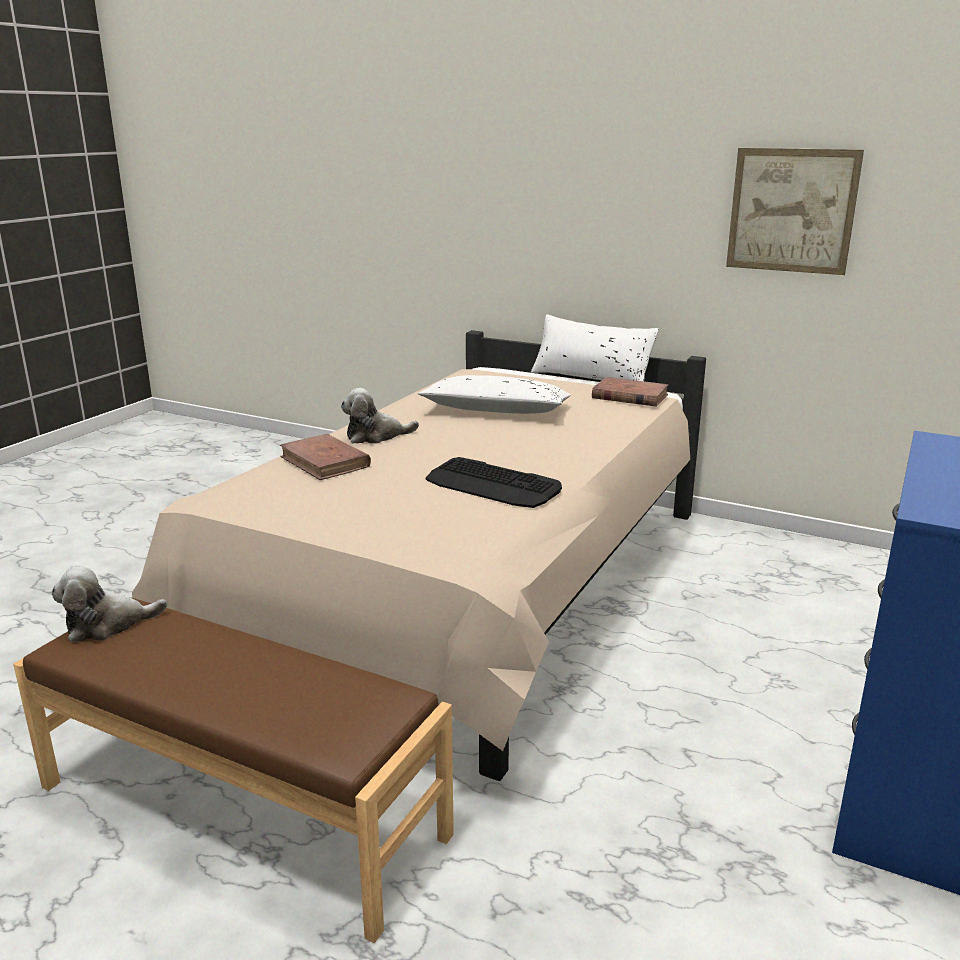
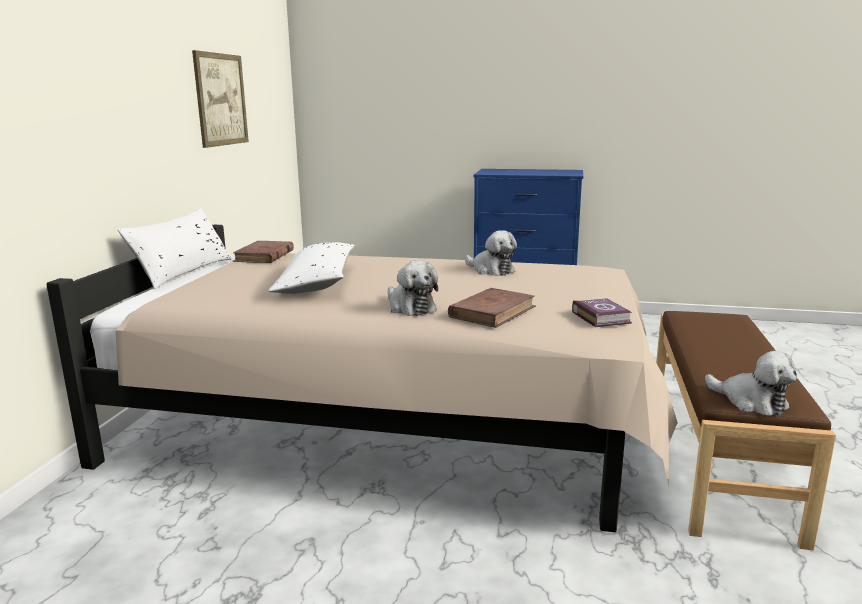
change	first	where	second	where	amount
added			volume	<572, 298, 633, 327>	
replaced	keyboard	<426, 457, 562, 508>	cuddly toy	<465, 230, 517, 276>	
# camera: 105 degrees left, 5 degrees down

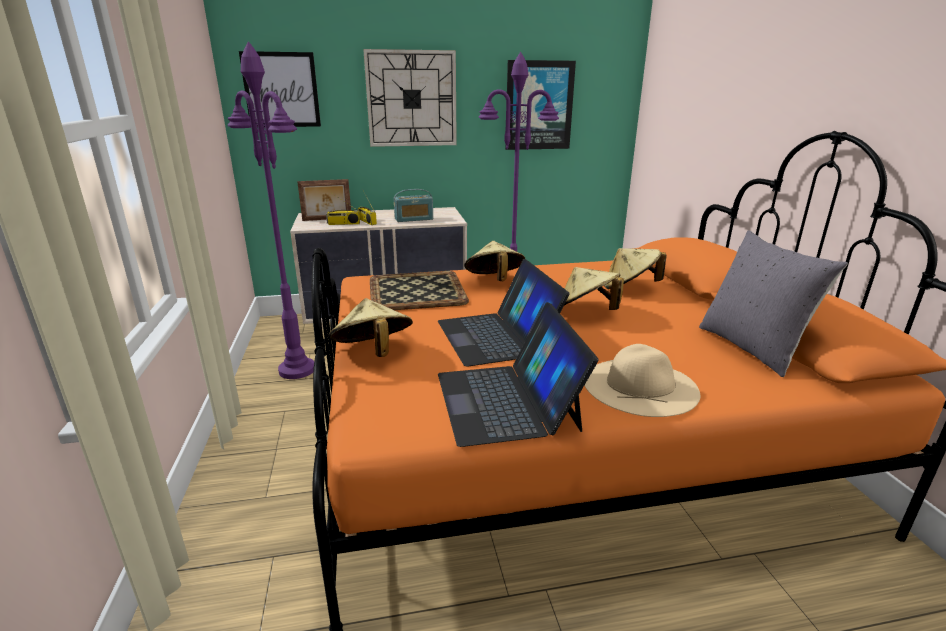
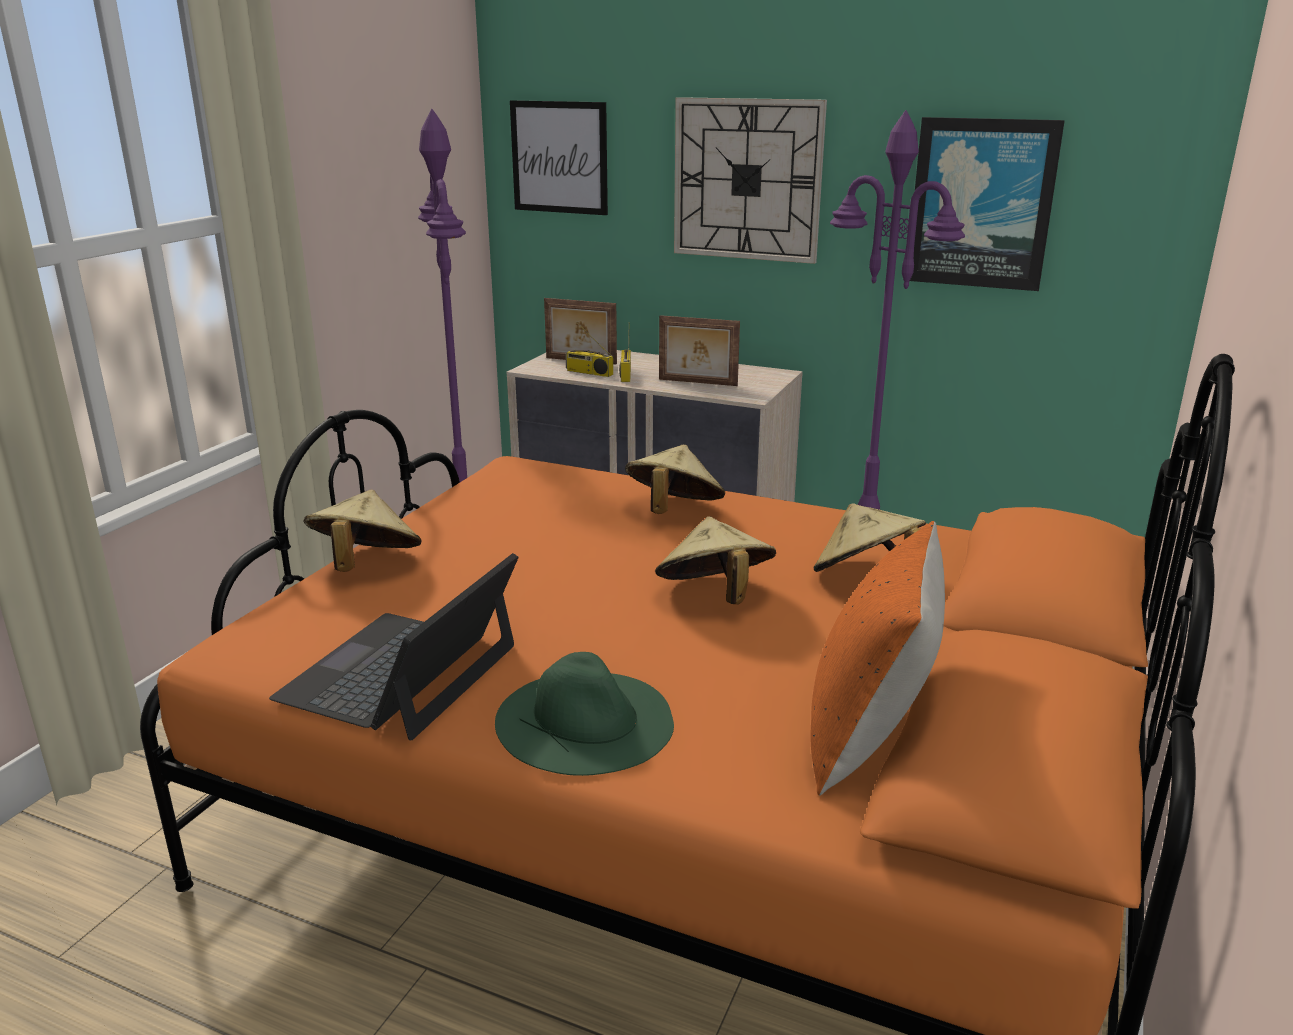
change	first	where	second	where	amount
removed	tray	<370, 271, 469, 310>			
removed	portable computer	<438, 259, 570, 367>			
replaced	radio receiver	<394, 189, 433, 222>	photo frame	<659, 315, 740, 386>	
recoloured	clothing hat (beige)	<585, 344, 700, 417>	clothing hat (green)	<495, 652, 674, 776>	
recoloured	pillow (greyish)	<699, 230, 848, 377>	pillow (orange)	<811, 521, 945, 796>	
# camera: 35 degrees right, 0 degrees up

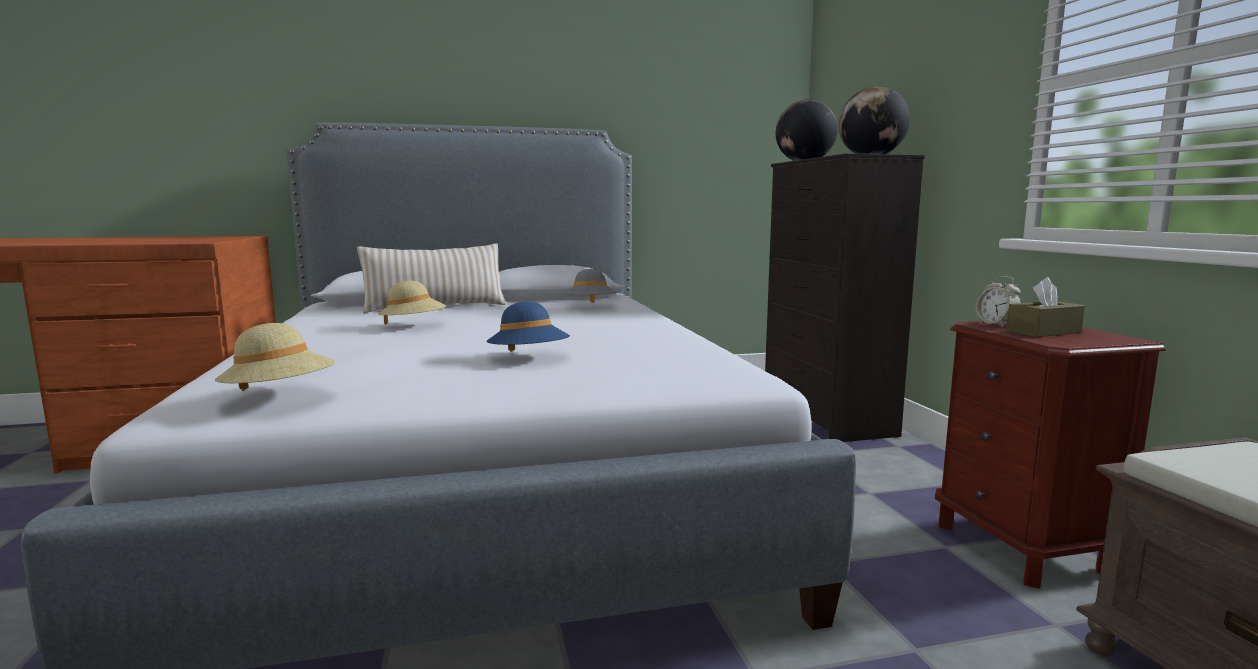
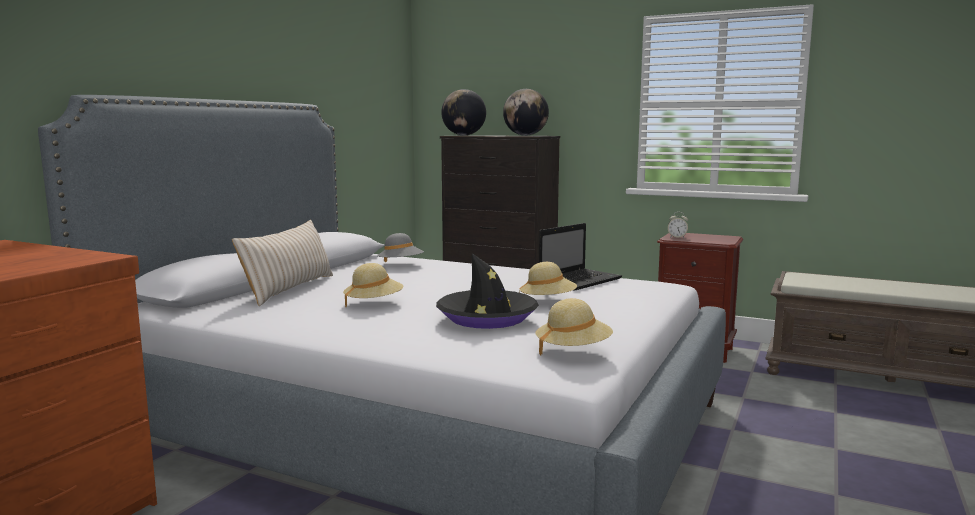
change	first	where	second	where	amount
removed	tissue box (brown-coloured)	<1006, 277, 1085, 337>			
added			clothing hat (black-coloured)	<436, 253, 539, 329>	
added			portable computer	<539, 223, 622, 291>	
recoloured	clothing hat (blue-coloured)	<487, 302, 570, 352>	clothing hat (beige)	<519, 262, 577, 295>	
# camera: 50 degrees left, 0 degrees up

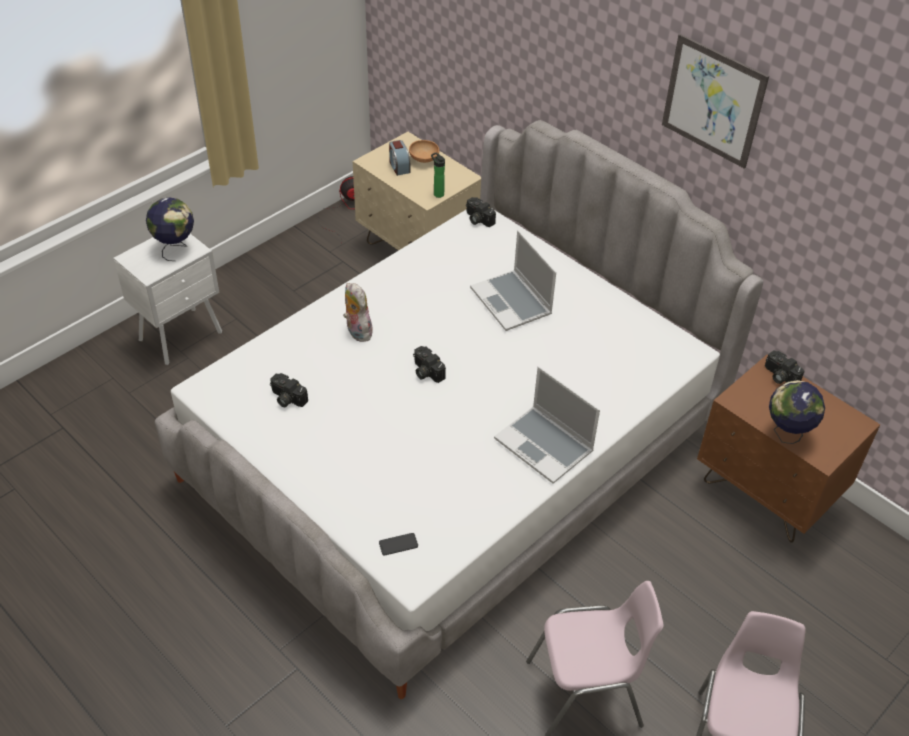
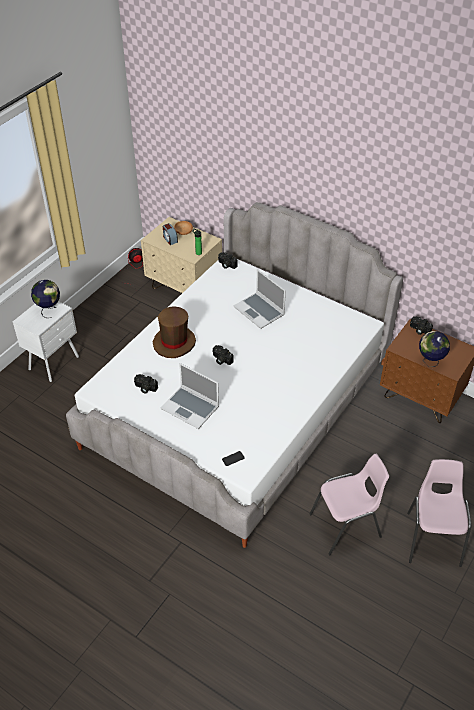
change	first	where	second	where	amount
removed	picture	<662, 34, 769, 168>			
moved	portable computer	<494, 366, 600, 484>		<161, 363, 219, 429>	
replaced	cuddly toy	<343, 283, 373, 342>	clothing hat (brown-coloured)	<153, 306, 196, 358>	
# camera: 10 degrees left, 0 degrees up

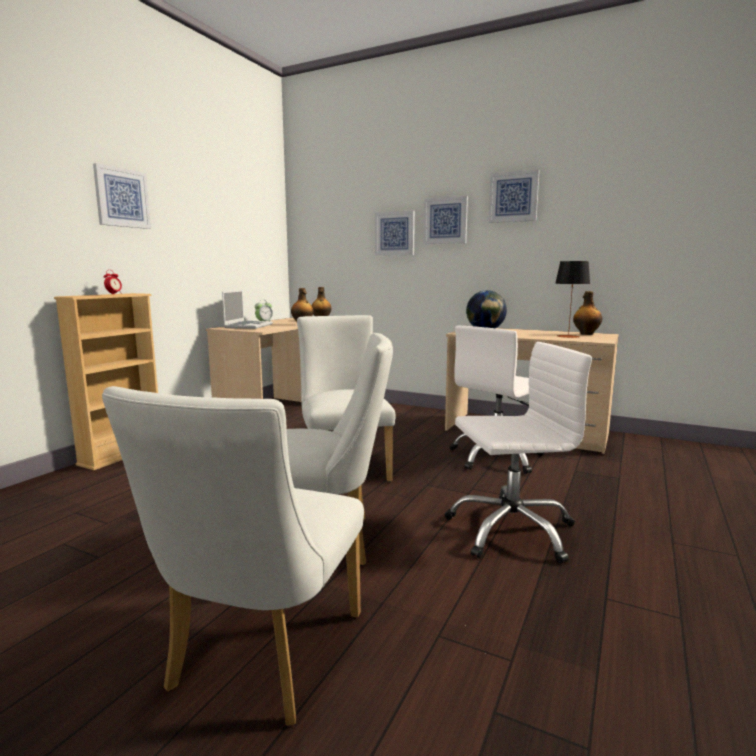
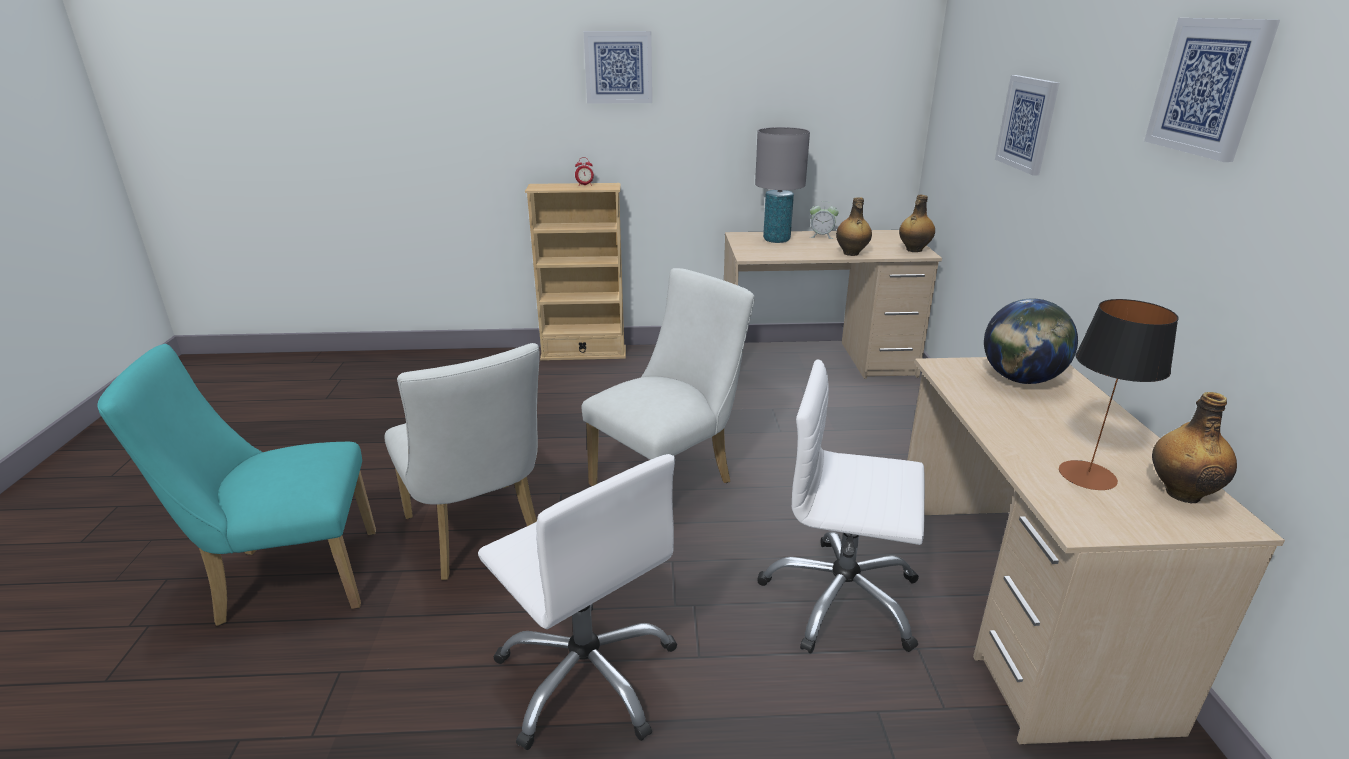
change	first	where	second	where	amount
removed	picture	<424, 196, 468, 244>			
replaced	portable computer	<222, 290, 273, 329>	table lamp (greyish)	<755, 127, 810, 243>	
recoloured	upright chair (whitish)	<102, 386, 364, 726>	upright chair (turquoise)	<97, 344, 376, 626>	
# camera: 60 degrees right, 15 degrees up

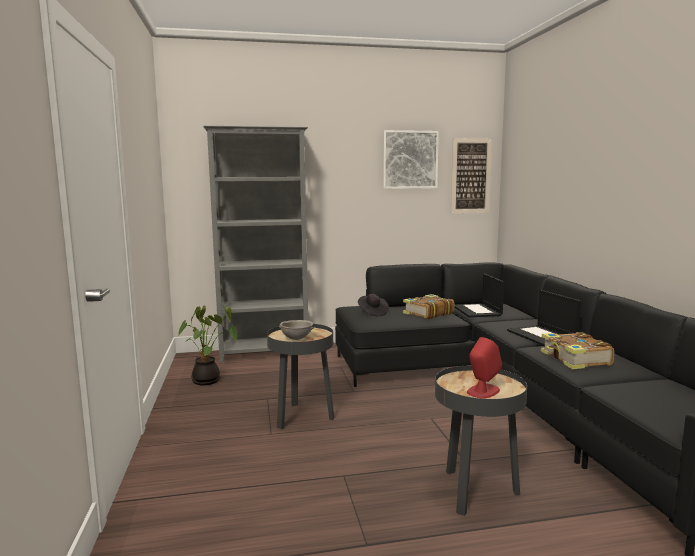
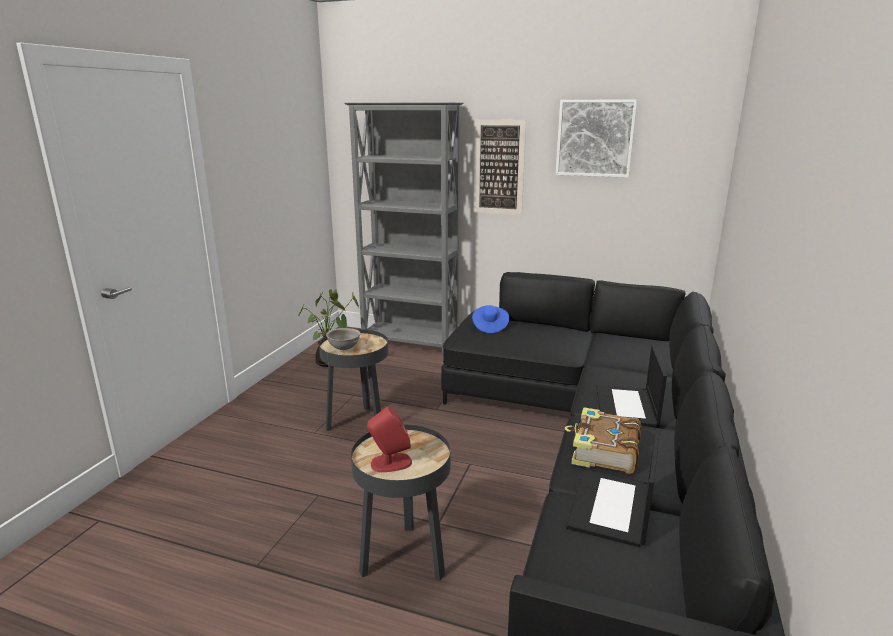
change	first	where	second	where	amount
removed	volume	<403, 294, 454, 319>			
moved	picture	<451, 138, 492, 214>		<474, 119, 526, 215>	
moved	portable computer	<454, 274, 504, 317>		<566, 428, 660, 547>	
recoloured	clothing hat (black-coloured)	<358, 294, 389, 316>	clothing hat (blue-coloured)	<472, 305, 509, 333>	
# camera: 30 degrees right, 10 degrees up

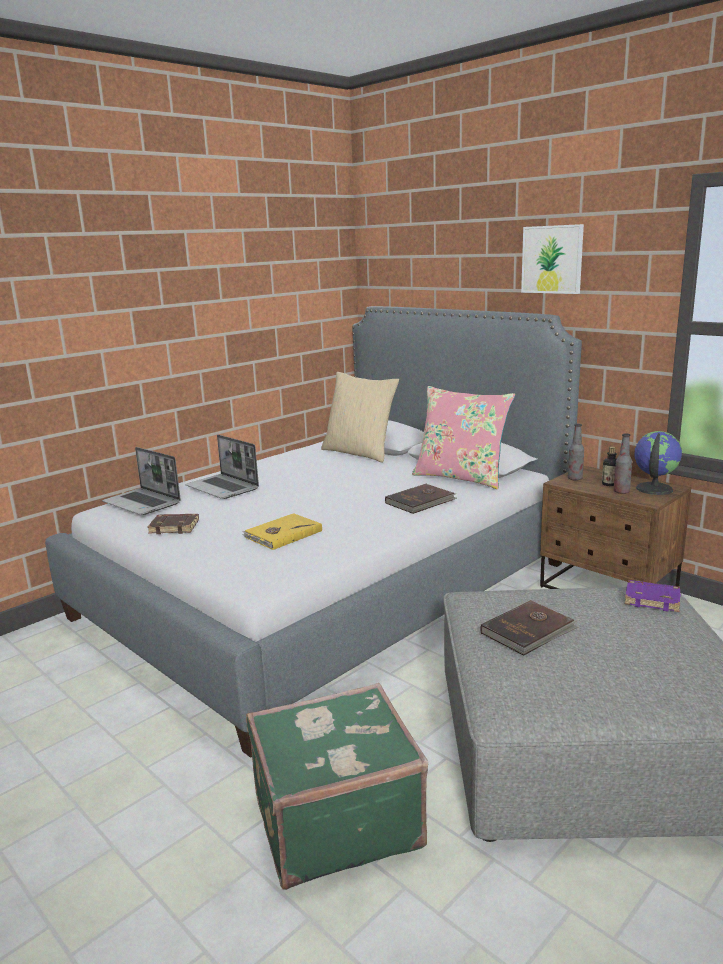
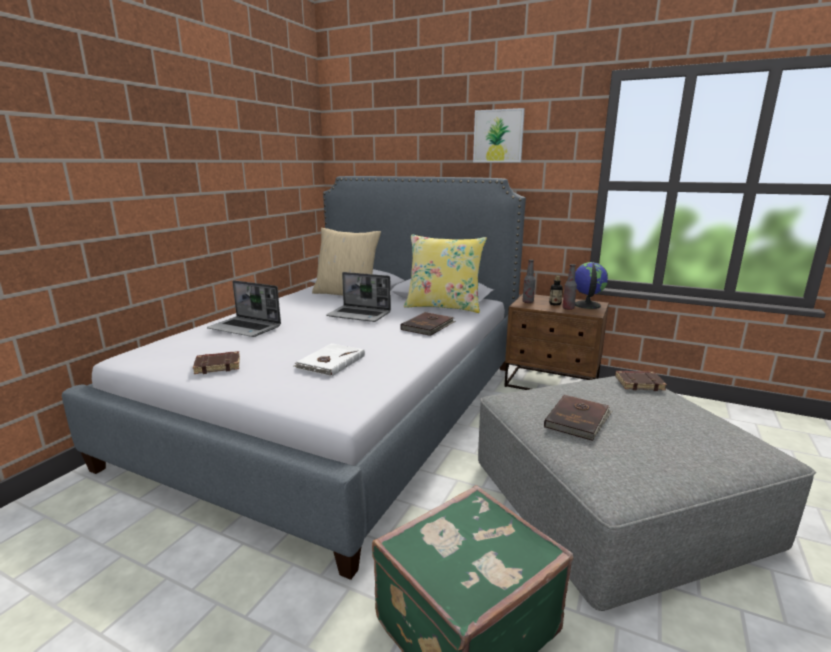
change	first	where	second	where	amount
moved	portable computer	<102, 447, 181, 515>		<326, 272, 391, 322>	
recoloured	volume (yellowish)	<242, 513, 322, 550>	volume (whitish)	<294, 343, 365, 377>	
recoloured	pillow (pink)	<412, 386, 515, 489>	pillow (yellowish)	<404, 234, 487, 313>	
recoloured	volume (purplish)	<625, 580, 681, 612>	volume (brown-coloured)	<615, 371, 667, 391>	
# camera: 20 degrees left, 0 degrees up

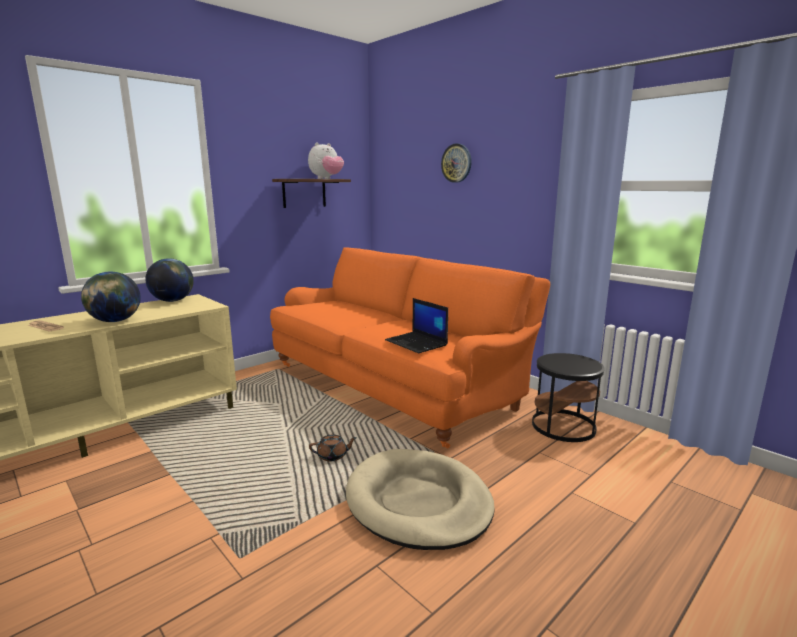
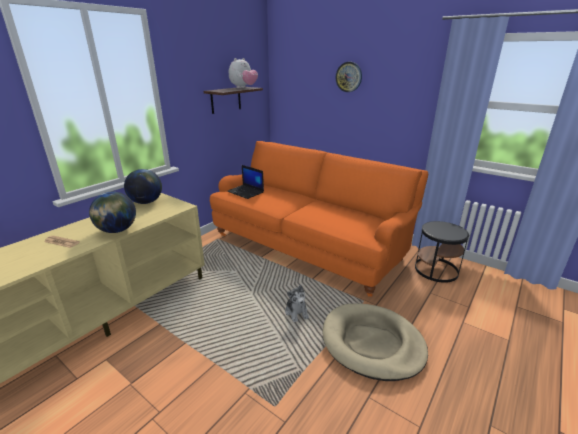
change	first	where	second	where	amount
moved	portable computer	<385, 298, 448, 353>		<227, 165, 264, 199>	
replaced	tea pot (brown-coloured)	<309, 435, 357, 461>	cuddly toy	<285, 285, 309, 322>	
# camera: 10 degrees left, 10 degrees up

